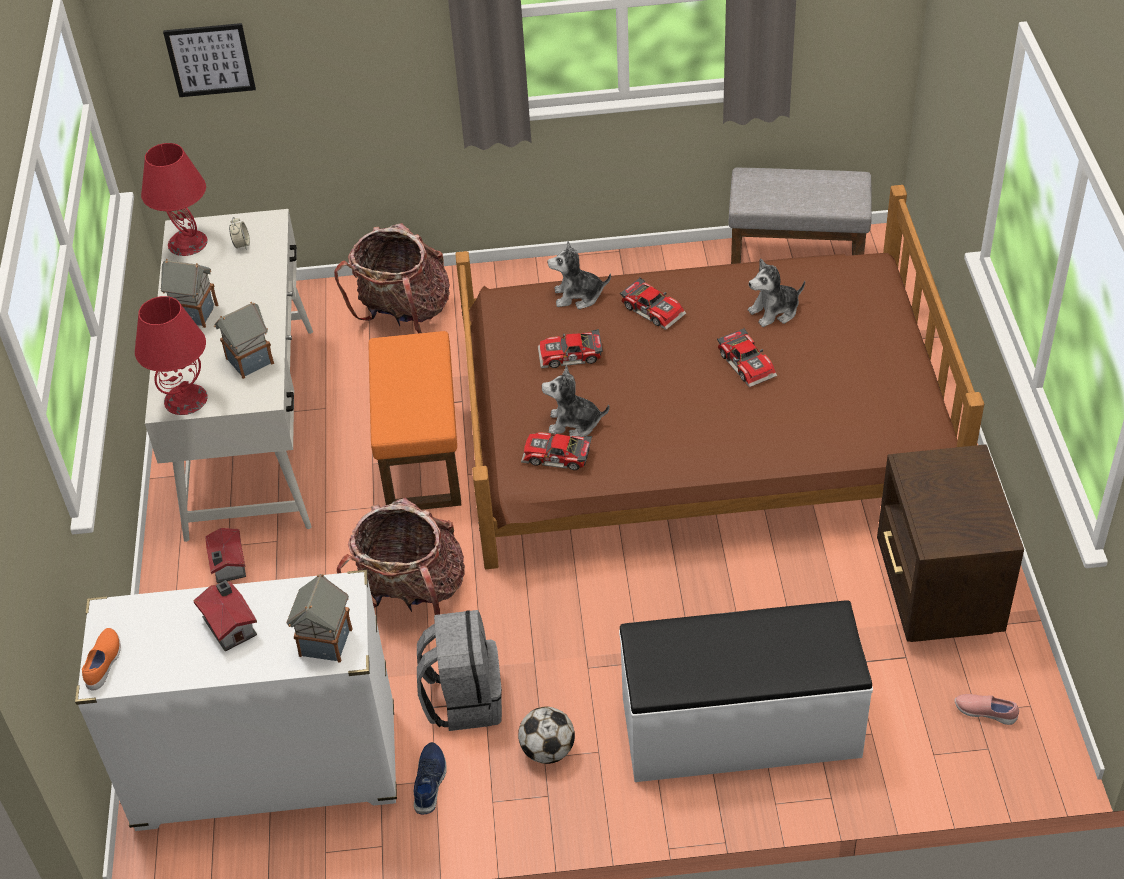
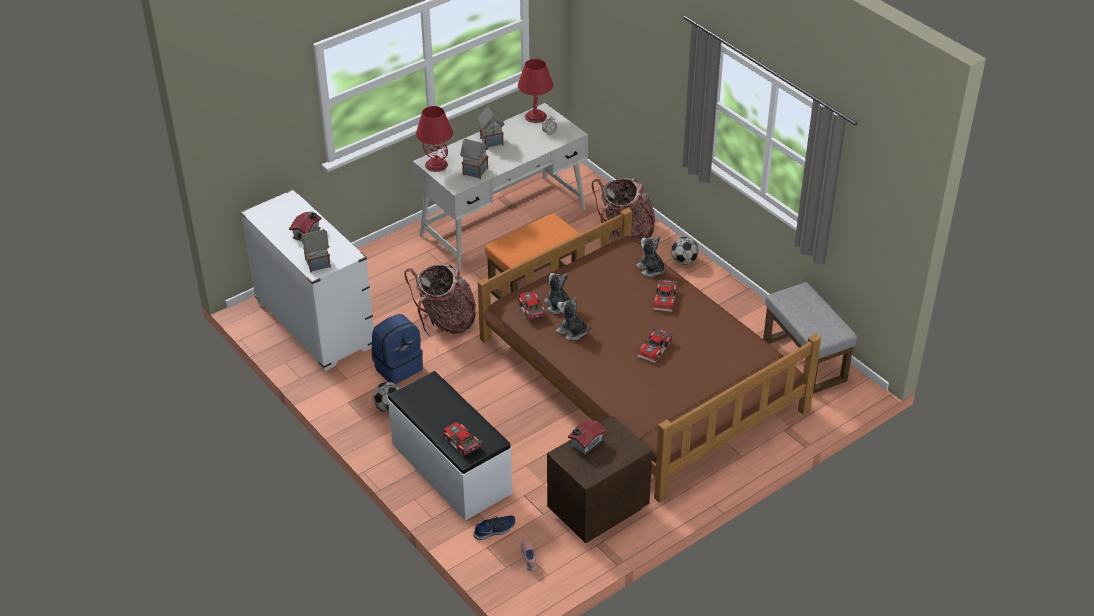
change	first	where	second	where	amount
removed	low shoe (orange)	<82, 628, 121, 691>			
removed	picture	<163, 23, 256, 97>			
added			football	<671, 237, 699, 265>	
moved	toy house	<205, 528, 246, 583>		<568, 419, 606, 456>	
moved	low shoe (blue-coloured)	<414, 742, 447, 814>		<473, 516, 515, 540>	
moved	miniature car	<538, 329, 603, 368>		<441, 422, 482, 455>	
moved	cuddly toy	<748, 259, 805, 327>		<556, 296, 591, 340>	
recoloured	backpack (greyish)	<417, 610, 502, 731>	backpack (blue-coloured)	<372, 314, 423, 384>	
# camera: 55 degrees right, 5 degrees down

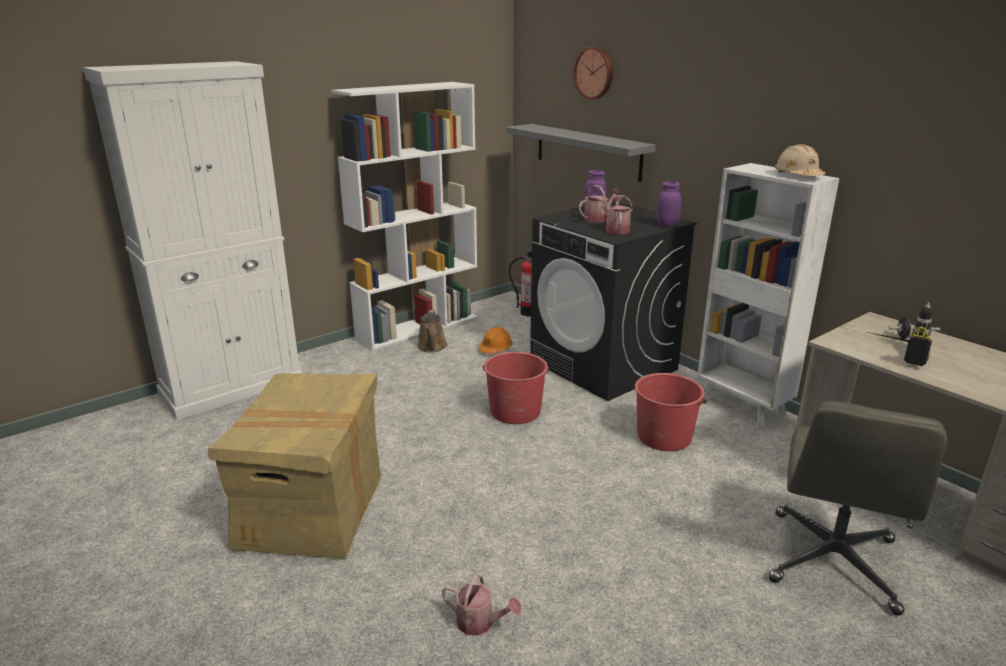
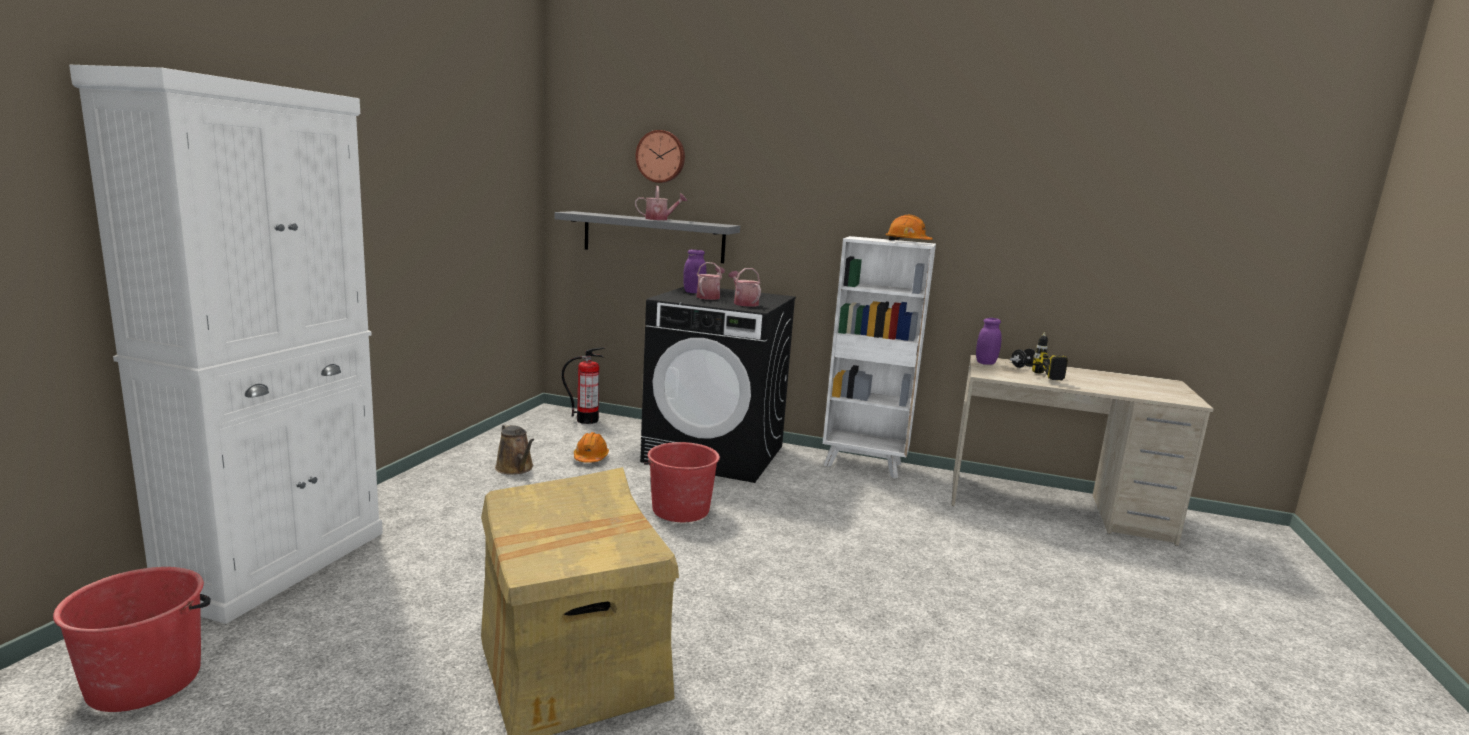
change	first	where	second	where	amount
removed	bookshelf (whitish)	<331, 82, 478, 351>			
removed	computer chair (greyish)	<769, 401, 947, 616>			
moved	watering pot	<442, 575, 522, 636>		<635, 186, 687, 220>	
moved	water bucket (red-coloured)	<635, 373, 707, 451>		<53, 567, 211, 712>	
moved	storage jar (purplish)	<656, 181, 681, 227>		<976, 318, 1002, 365>	
recoloured	work helmet (beige)	<774, 144, 825, 176>	work helmet (orange)	<886, 215, 933, 240>	
# camera: 35 degrees left, 10 degrees down

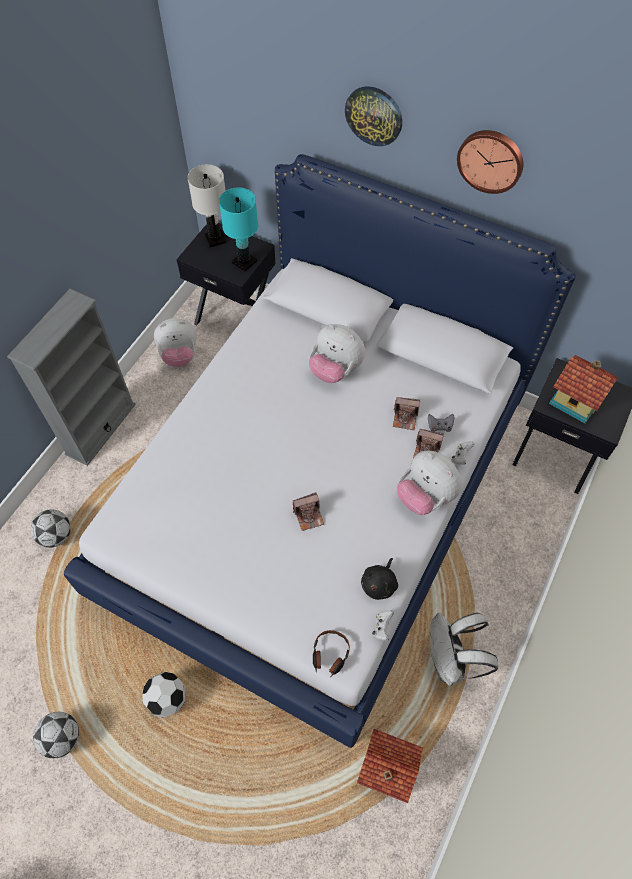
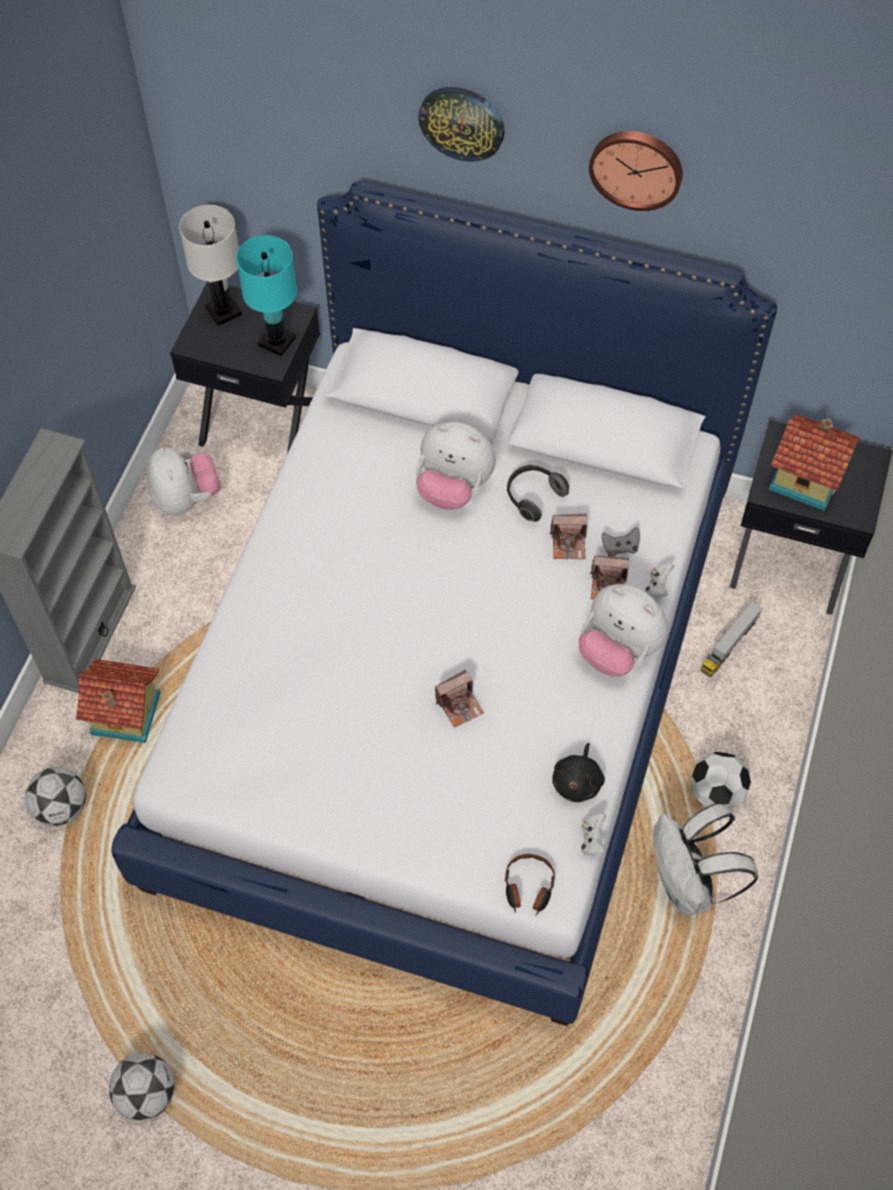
change	first	where	second	where	amount
added			pair of headphones	<507, 465, 569, 522>	
added			toy truck	<701, 601, 763, 677>	
moved	football	<142, 672, 186, 717>		<690, 752, 751, 809>	
moved	toy house	<357, 729, 423, 803>		<76, 659, 161, 743>	
turned	cuddly toy	<154, 318, 197, 367>		<148, 447, 221, 515>	90 degrees counterclockwise
# camera: 10 degrees left, 0 degrees up

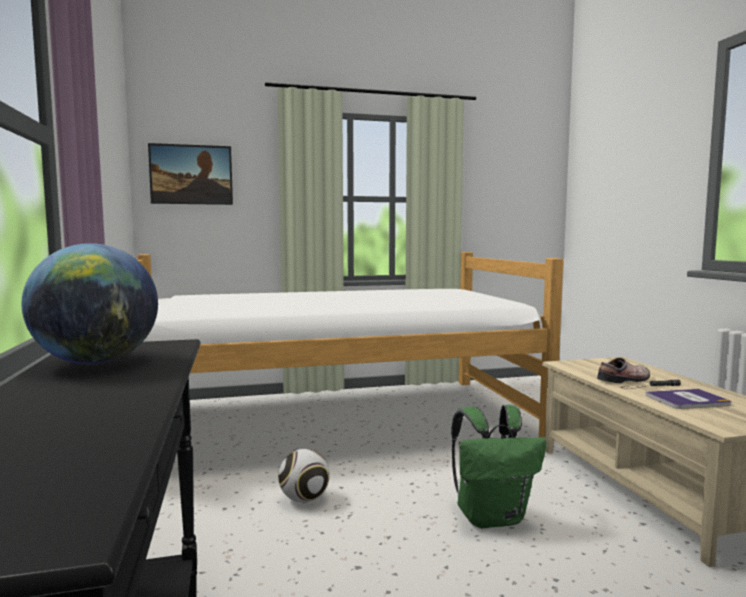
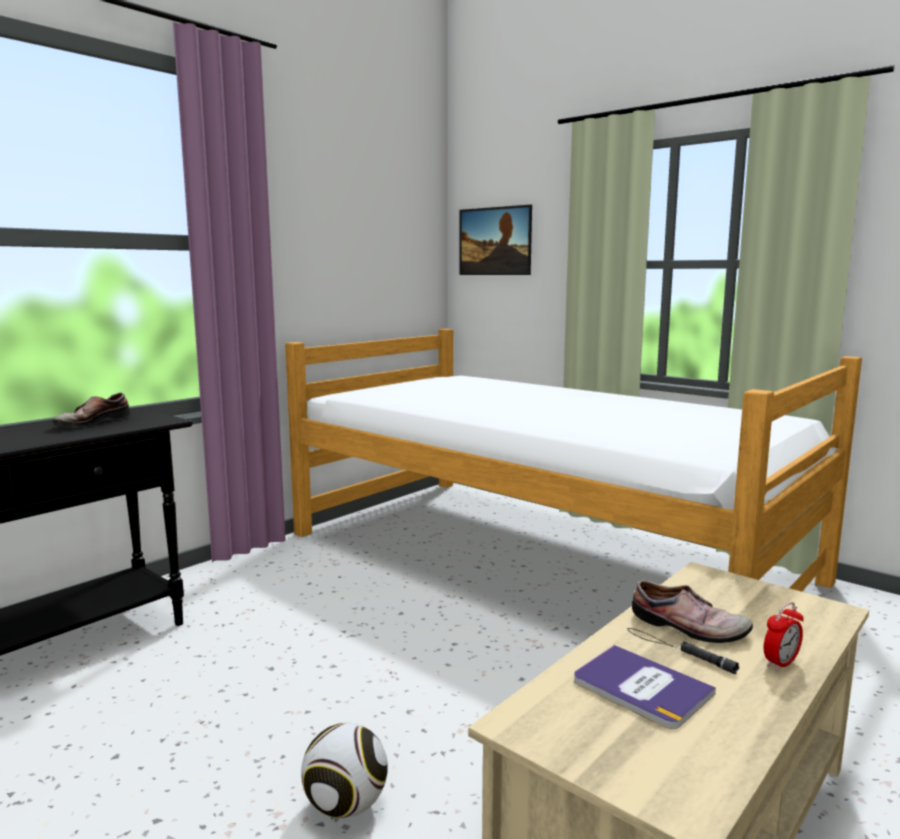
change	first	where	second	where	amount
removed	backpack (green)	<451, 405, 546, 528>			
added			bedside clock	<764, 602, 804, 671>	
moved	football	<278, 449, 330, 502>		<301, 723, 387, 818>	
replaced	globe	<22, 243, 158, 364>	low shoe	<53, 393, 130, 428>	
# camera: 55 degrees right, 5 degrees up

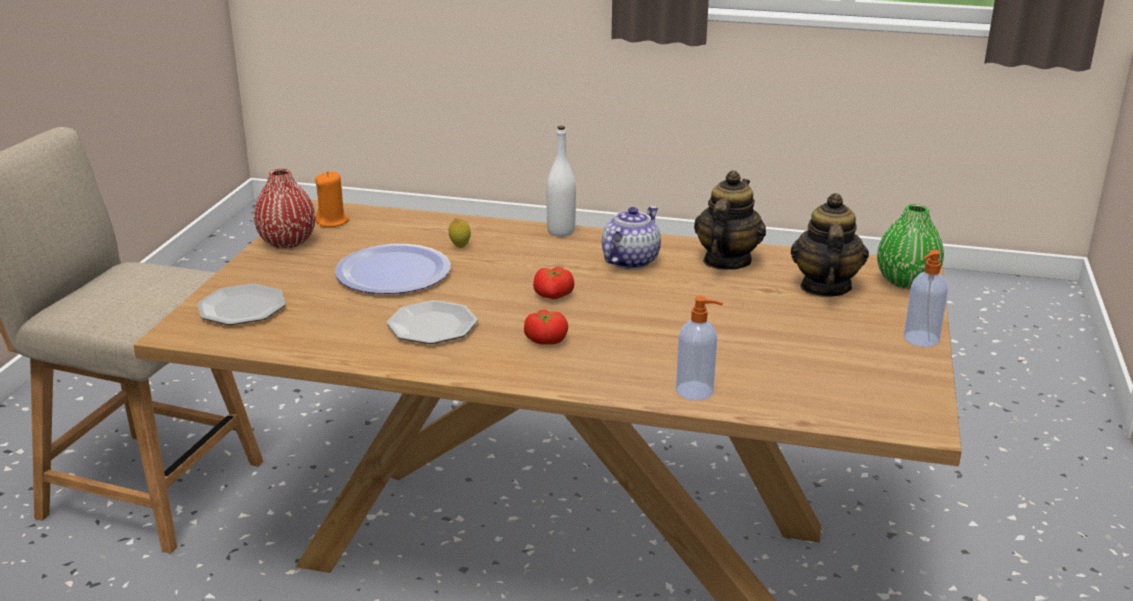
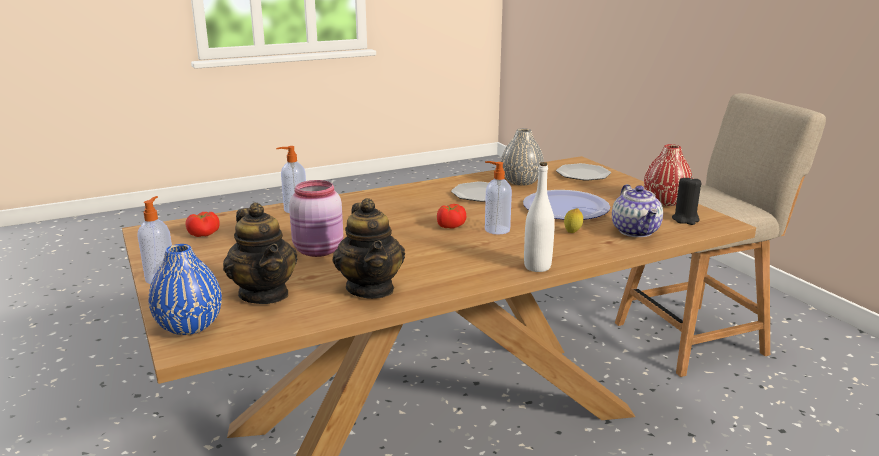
change	first	where	second	where	amount
added			storage jar (pink)	<289, 180, 343, 257>	
added			soap bottle	<485, 161, 512, 235>	
added			vase (greyish)	<501, 128, 544, 186>	
moved	fresh tomato	<524, 309, 568, 345>		<186, 212, 220, 237>	
moved	tea pot	<602, 206, 661, 269>		<612, 184, 663, 237>	
recoloured	wax candle (orange)	<315, 171, 349, 227>	wax candle (black-coloured)	<672, 176, 701, 225>	
recoloured	vase (green)	<877, 204, 944, 289>	vase (blue-coloured)	<148, 244, 222, 335>	
# camera: 140 degrees right, 5 degrees down

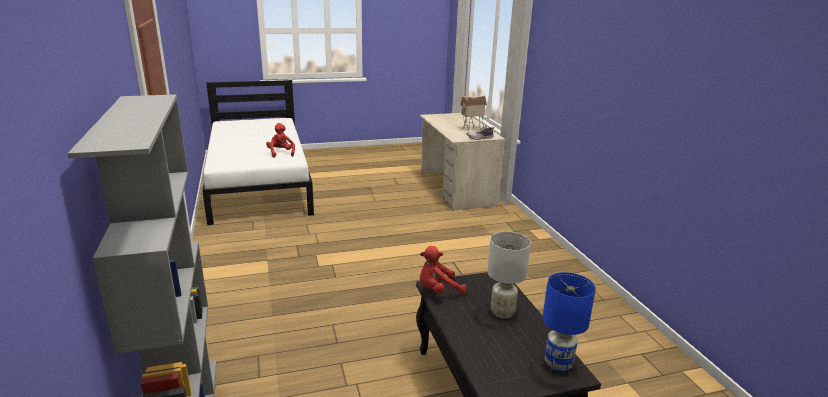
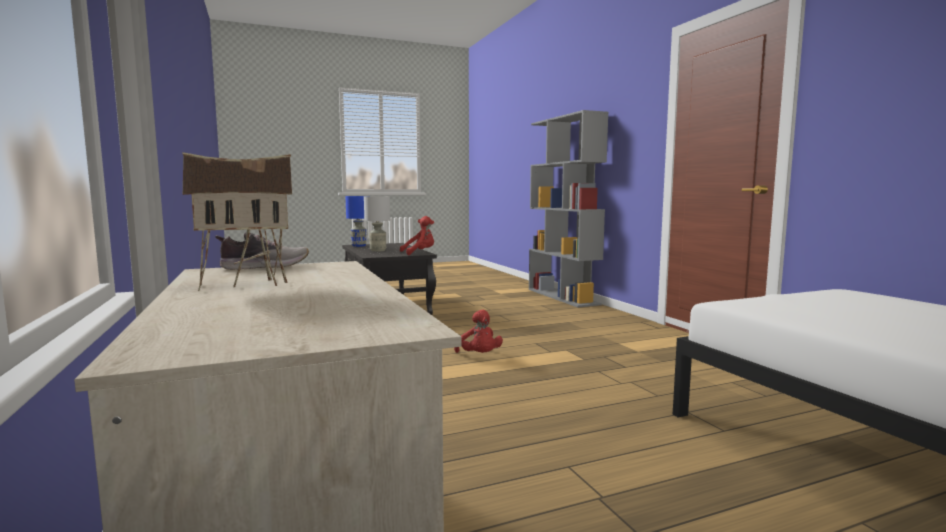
change	first	where	second	where	amount
moved	cuddly toy (red-coloured)	<266, 123, 295, 158>		<454, 310, 503, 353>	
# camera: 175 degrees right, 15 degrees down

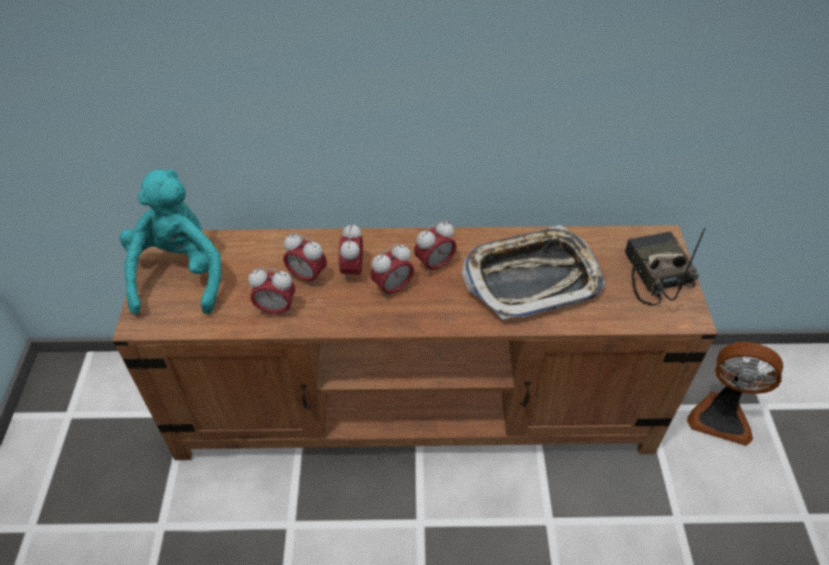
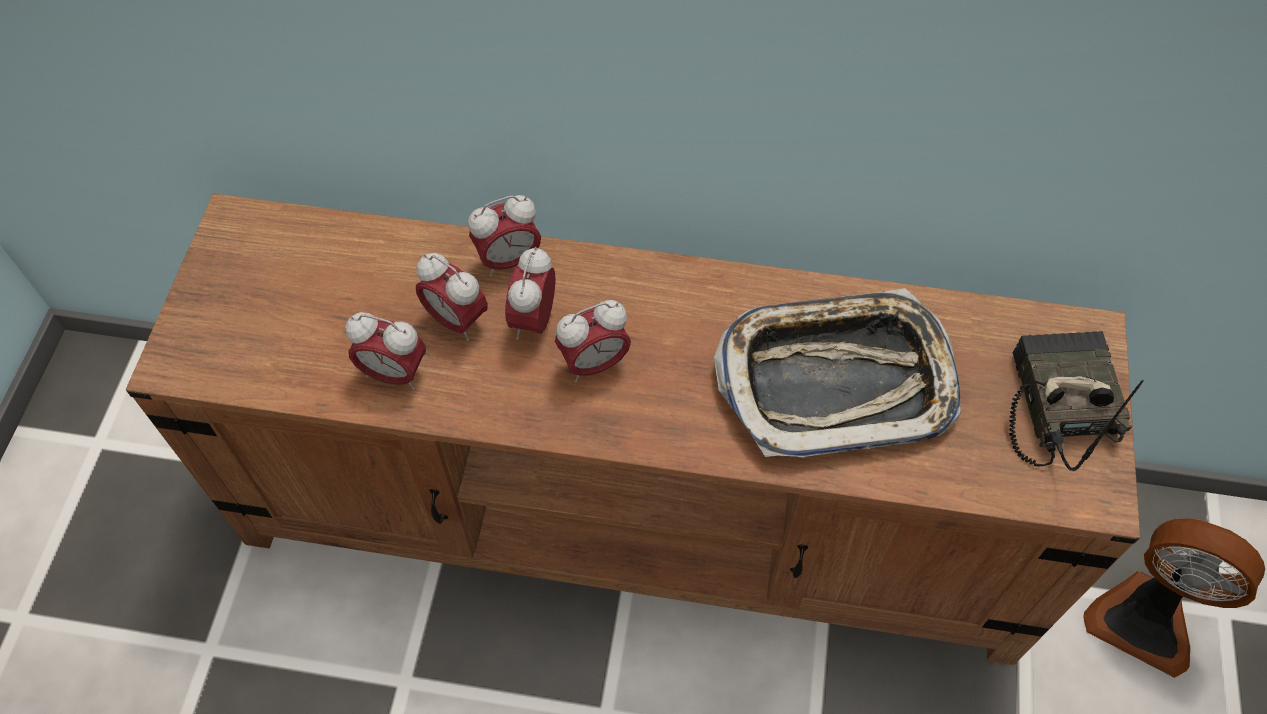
change	first	where	second	where	amount
removed	cuddly toy (turquoise)	<120, 169, 221, 314>			
moved	bedside clock	<414, 221, 457, 275>		<468, 195, 541, 277>	
# camera: 10 degrees right, 10 degrees up

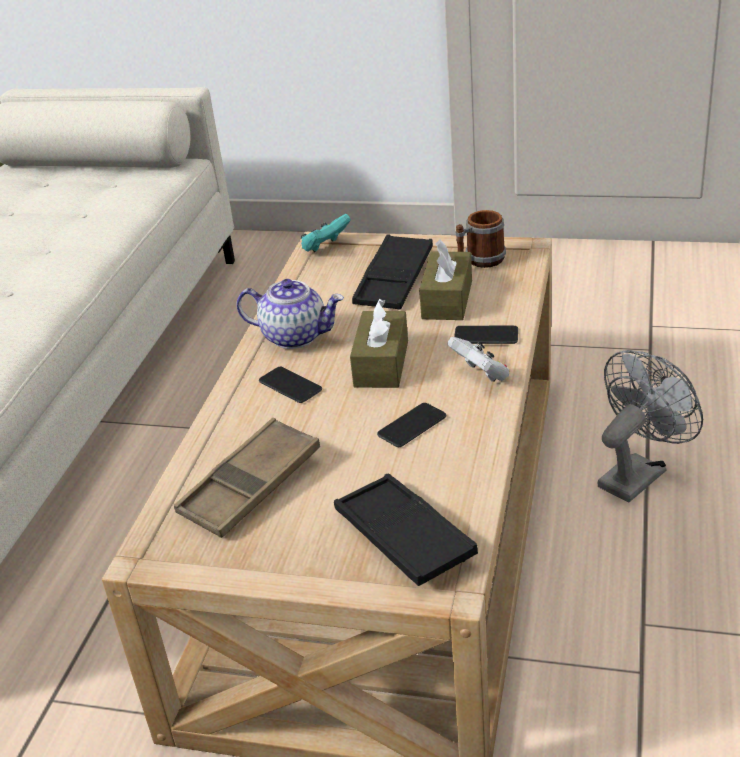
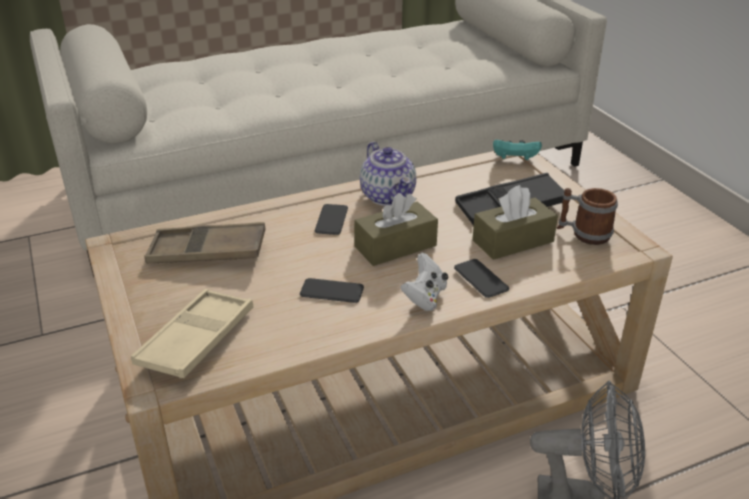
change	first	where	second	where	amount
recoloured	tray (black-coloured)	<334, 474, 478, 586>	tray (beige)	<131, 289, 253, 378>	
# camera: 50 degrees right, 0 degrees up

